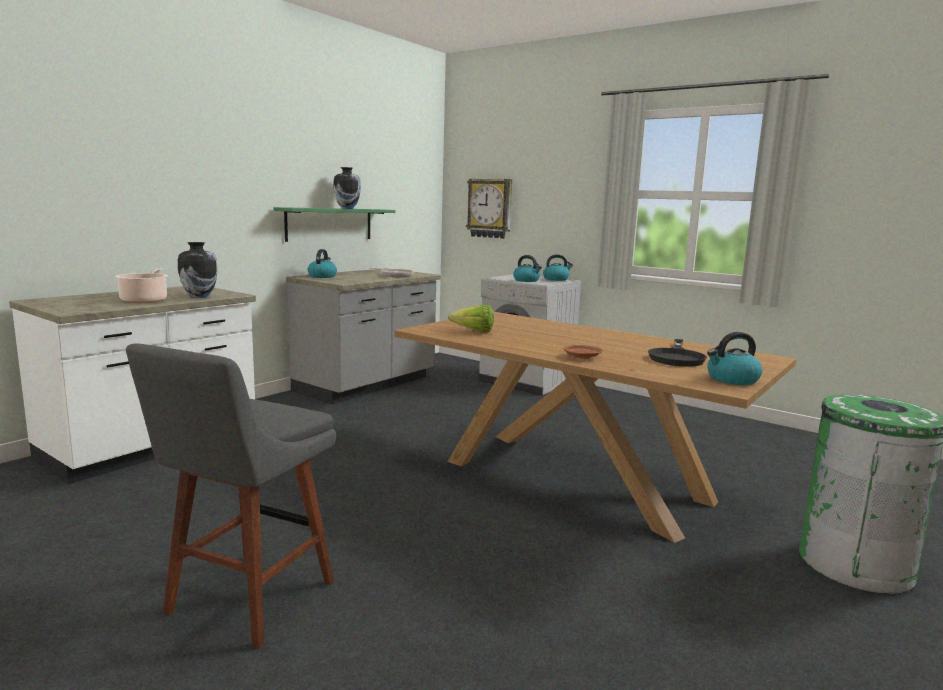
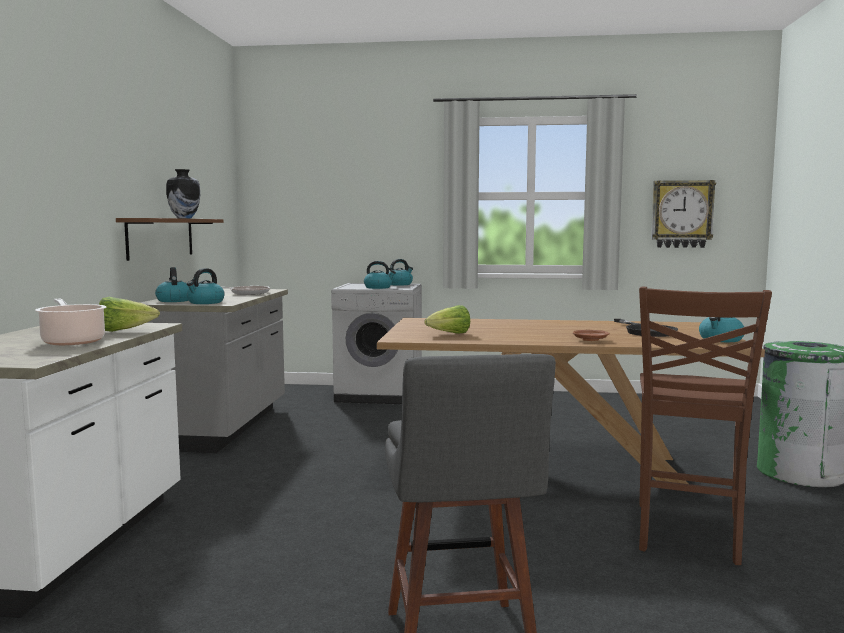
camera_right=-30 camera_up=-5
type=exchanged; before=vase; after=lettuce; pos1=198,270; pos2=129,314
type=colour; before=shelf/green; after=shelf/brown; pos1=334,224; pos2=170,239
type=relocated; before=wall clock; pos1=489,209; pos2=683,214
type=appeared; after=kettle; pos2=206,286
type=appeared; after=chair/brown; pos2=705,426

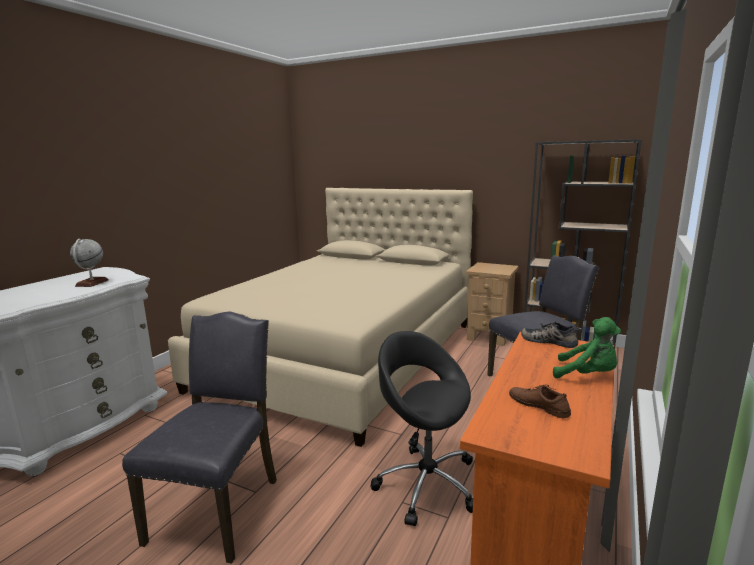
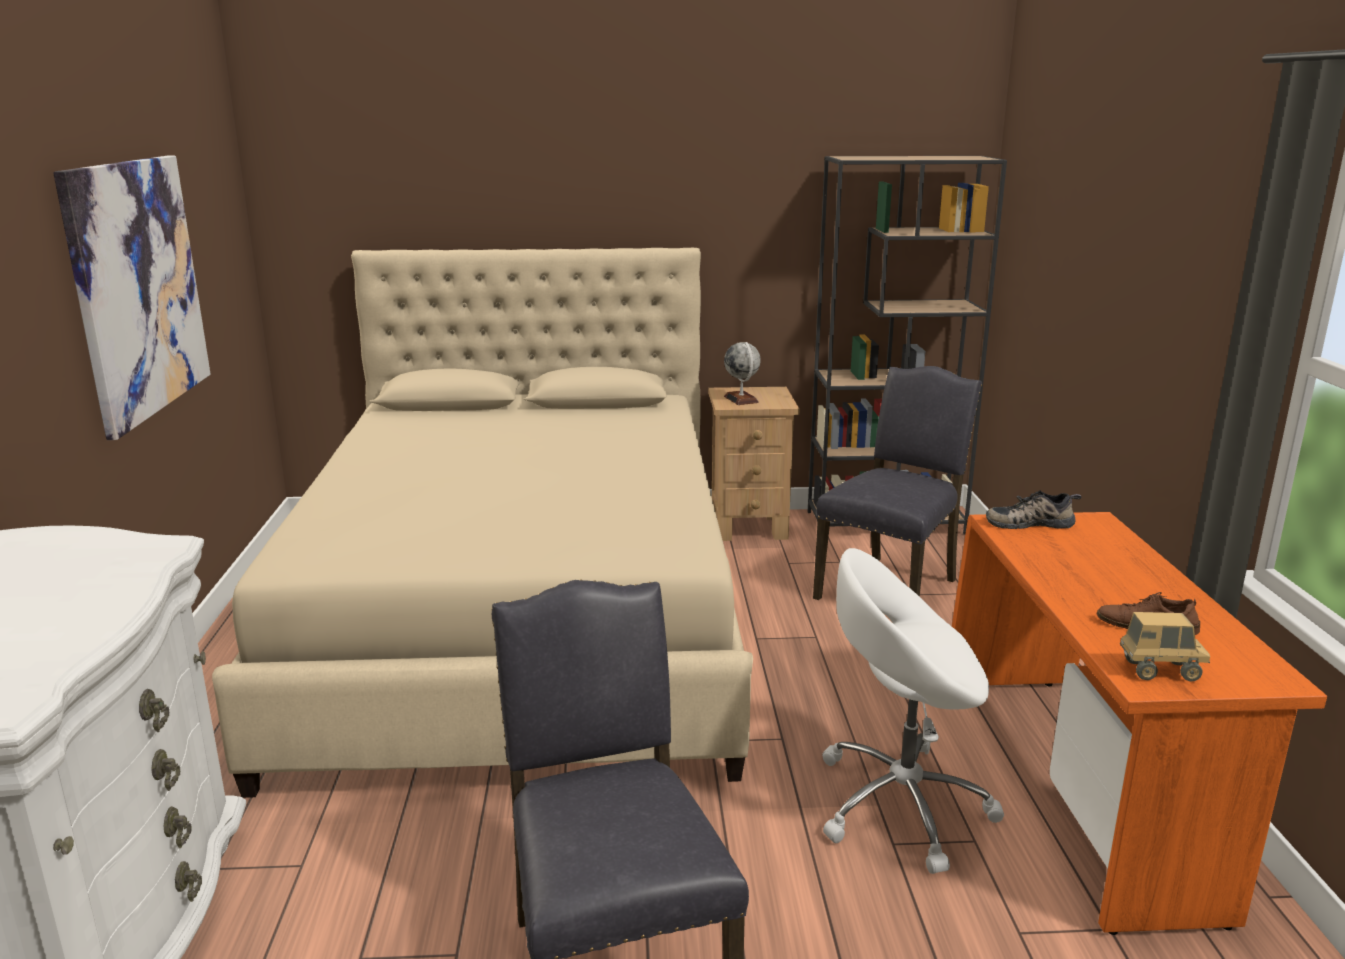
camera_right=-30 camera_up=5
type=relocated; before=globe; pos1=89,263; pos2=742,373
type=colour; before=office chair/black; after=office chair/white; pos1=422,428; pos2=913,711
type=missing; before=plush toy/green; pos1=587,347
type=appeared; after=picture; pos2=132,298
type=appeared; after=toy truck; pos2=1165,646

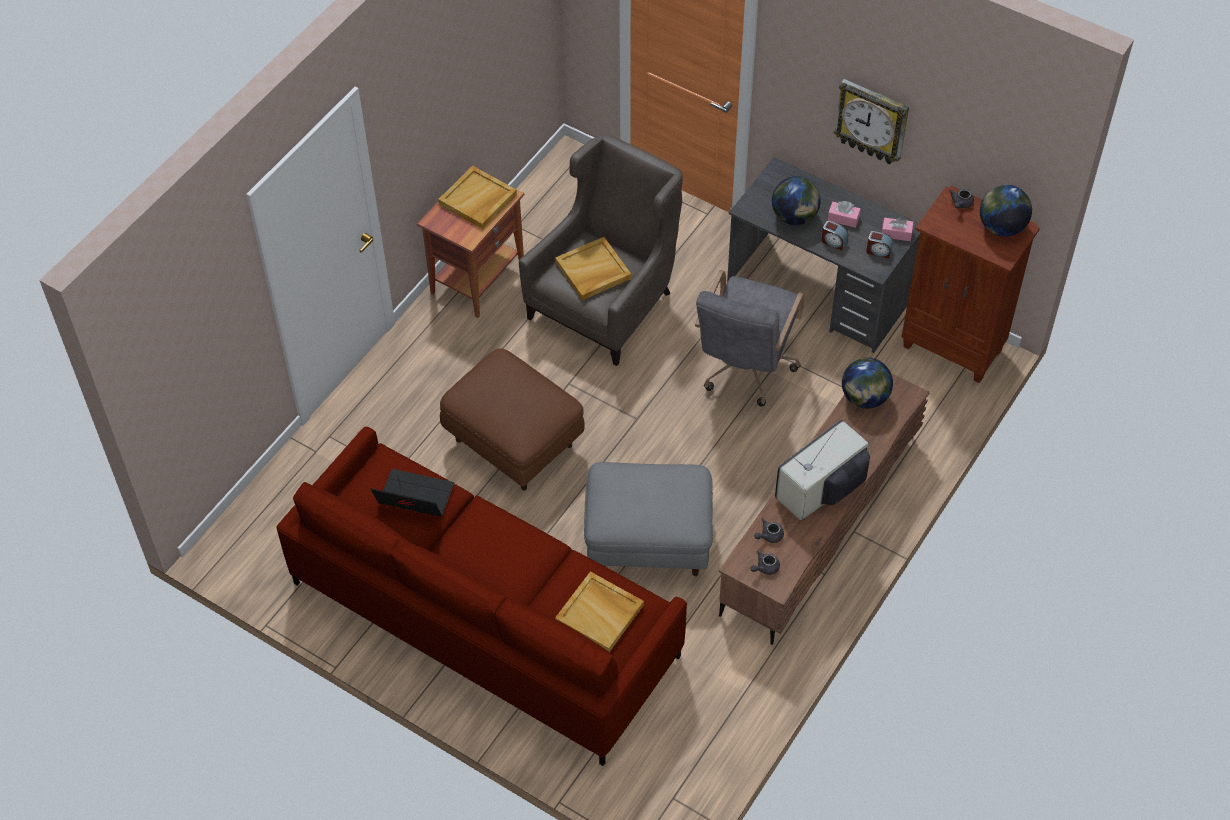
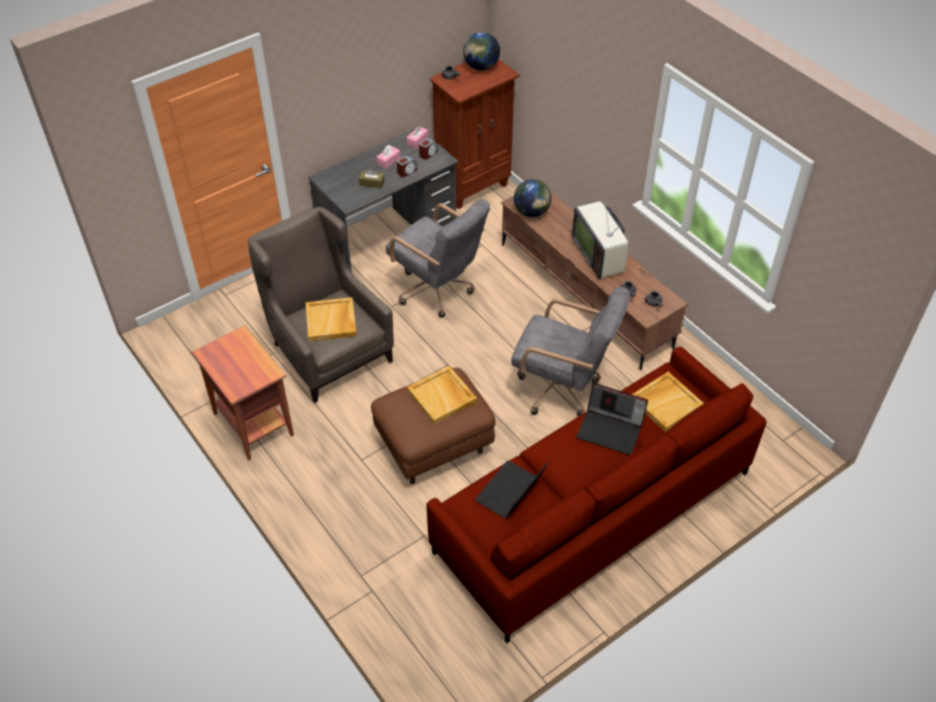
camera_right=-70 camera_up=-5
type=relocated; before=tray/beige; pos1=477,197; pos2=442,395
type=exchanged; before=ottoman/grey; after=office chair/grey; pos1=648,519; pos2=570,352
type=exchanged; before=globe; after=tissue box/brown; pos1=796,200; pos2=372,179
type=missing; before=wall clock; pos1=871,121
type=appeared; after=laptop; pos2=612,419

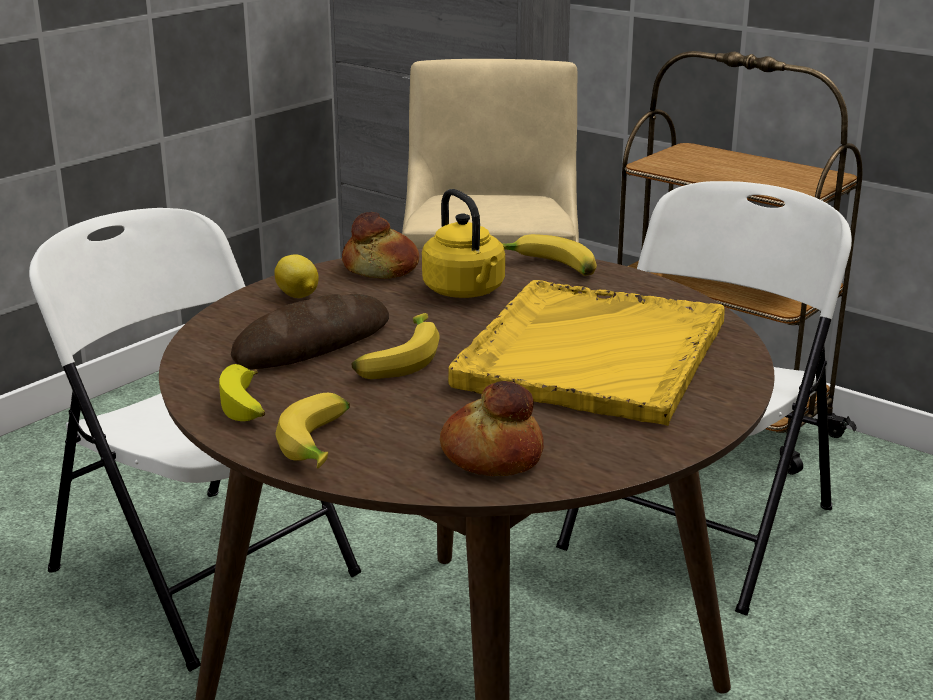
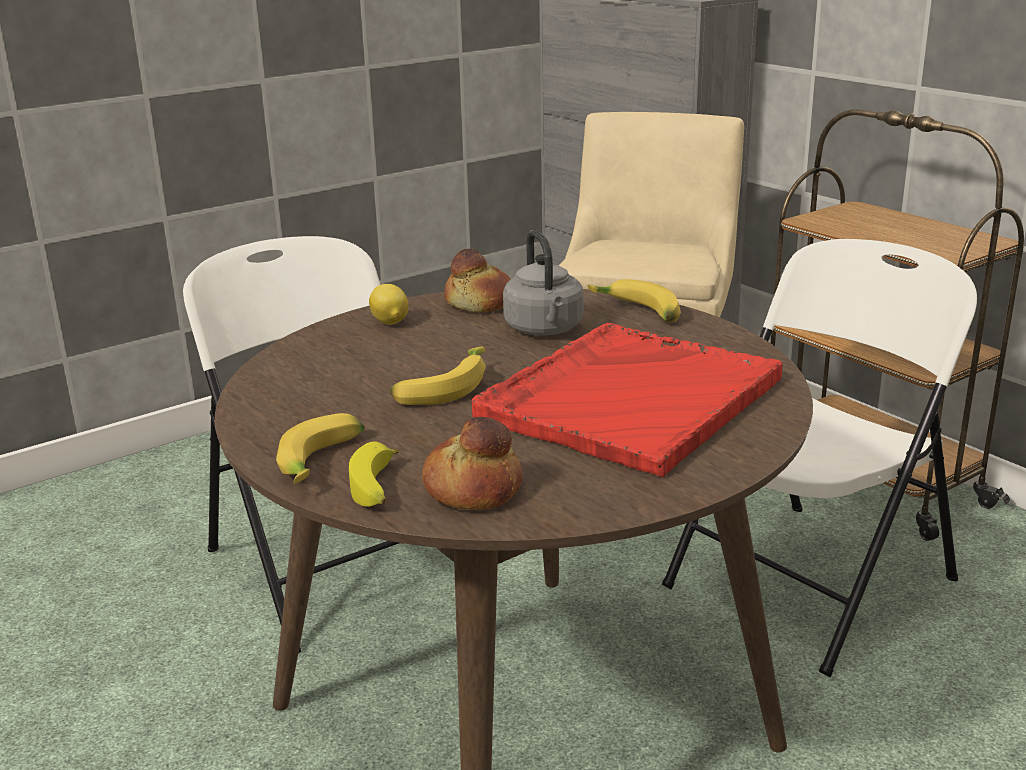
camera_right=15 camera_up=0
type=relocated; before=banana; pos1=242,392; pos2=374,474
type=missing; before=bread; pos1=310,331
type=colour; before=kettle/yellow; after=kettle/grey; pos1=463,243; pos2=543,283
type=colour; before=tray/yellow; after=tray/red; pos1=586,353; pos2=627,400

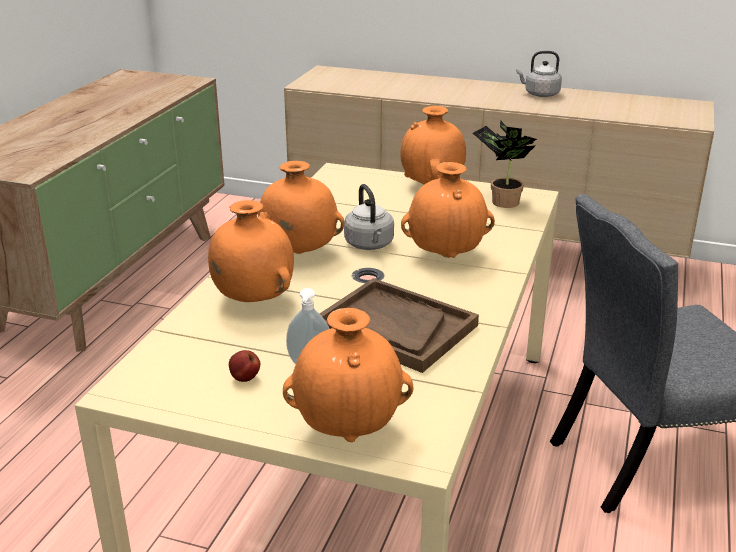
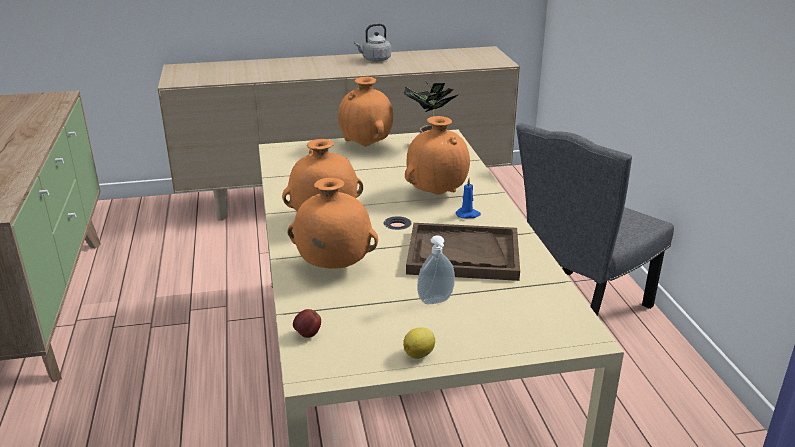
camera_right=-30 camera_up=0
type=relocated; before=apple; pos1=244,366; pos2=307,323
type=missing; before=vase/orange; pos1=348,375
type=missing; before=kettle/grey; pos1=369,217
type=appeared; after=lemon; pos2=419,343
type=appeared; after=candle/blue; pos2=468,199

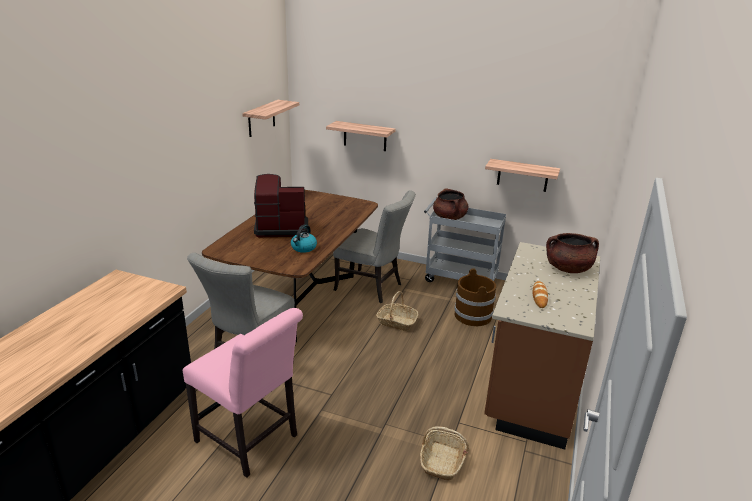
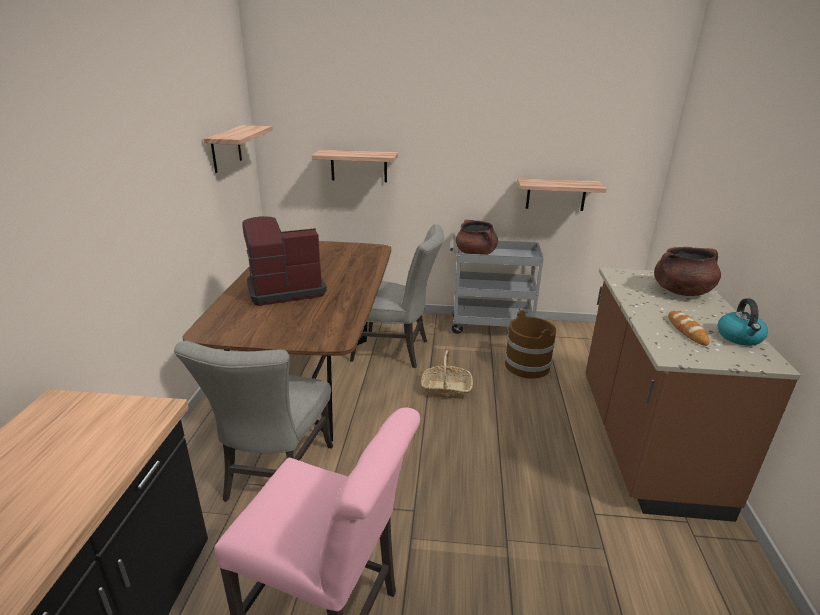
camera_right=-15 camera_up=0
type=relocated; before=kettle; pos1=304,238; pos2=743,322
type=missing; before=basket; pos1=444,453

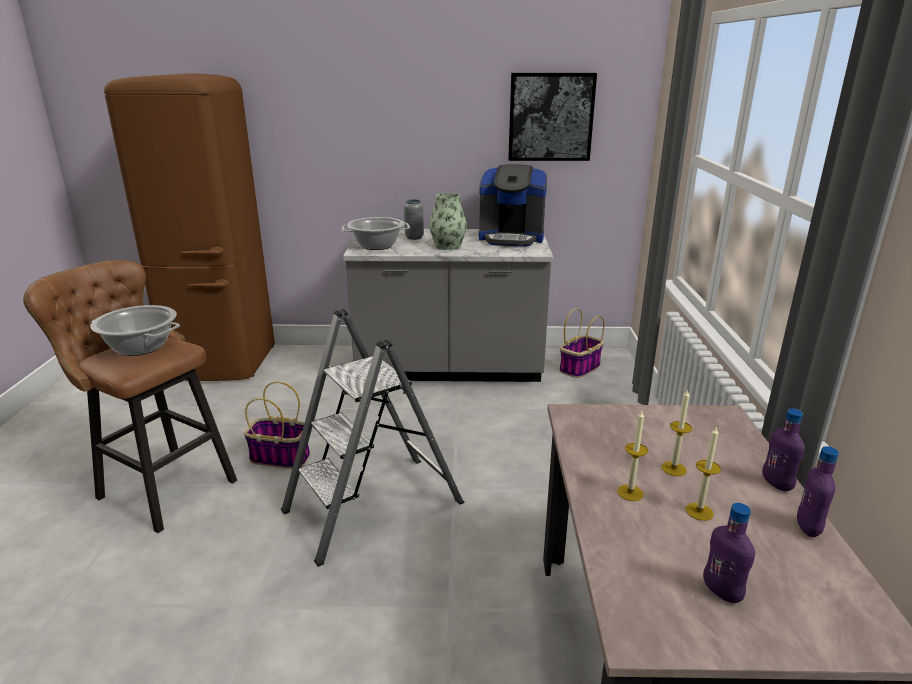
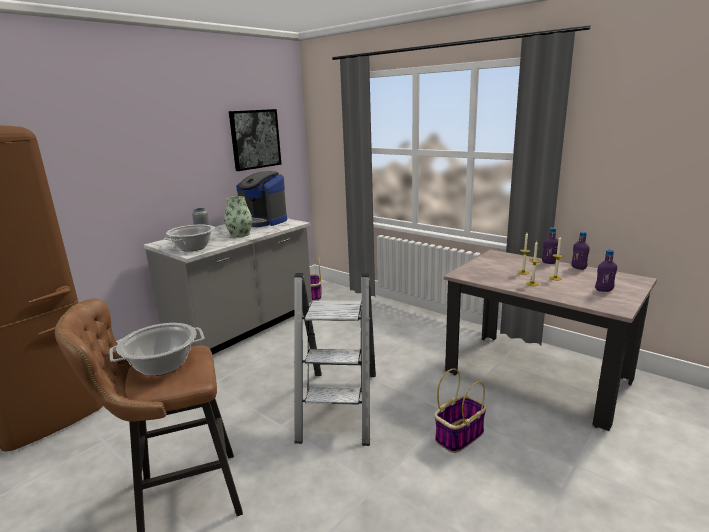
camera_right=-50 camera_up=-5
type=relocated; before=basket; pos1=277,425; pos2=461,411
type=spun; before=coffee machine; pos1=513,205; pos2=261,199; turn=75

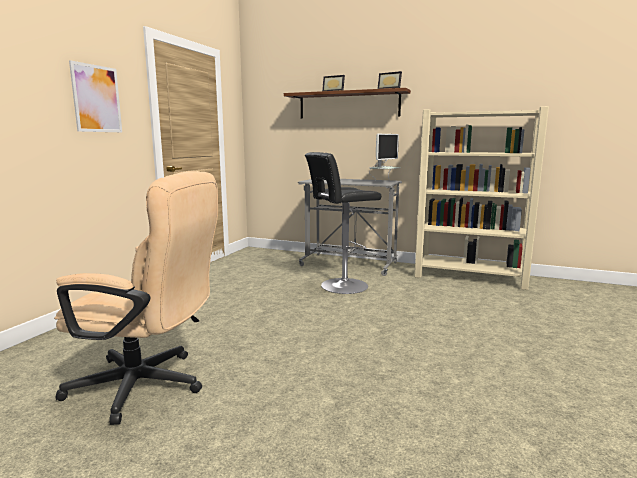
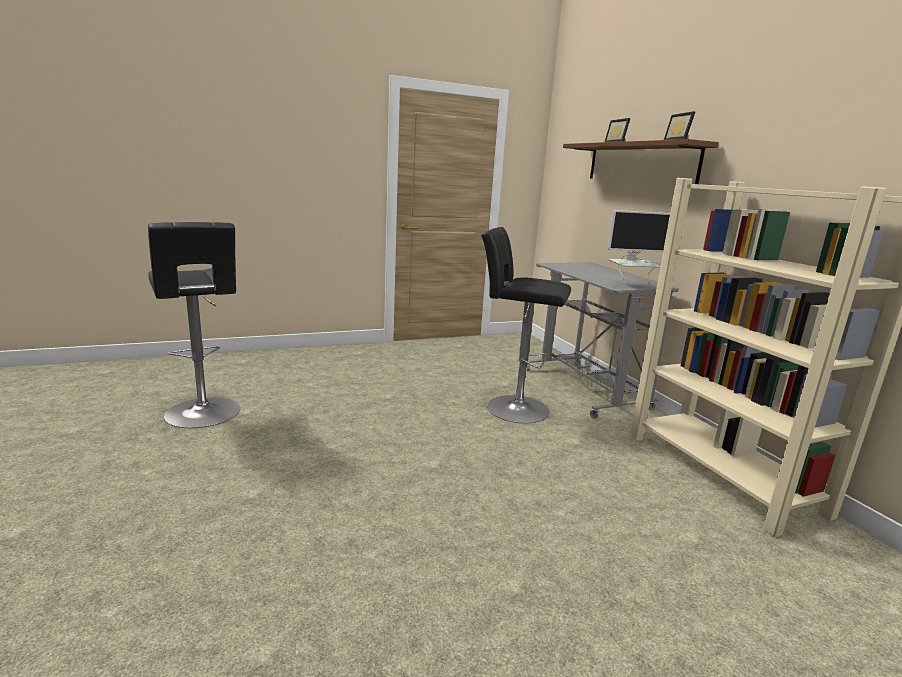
camera_right=45 camera_up=5
type=exchanged; before=office chair/beige; after=stool/black; pos1=136,298; pos2=194,325
type=missing; before=picture; pos1=95,96

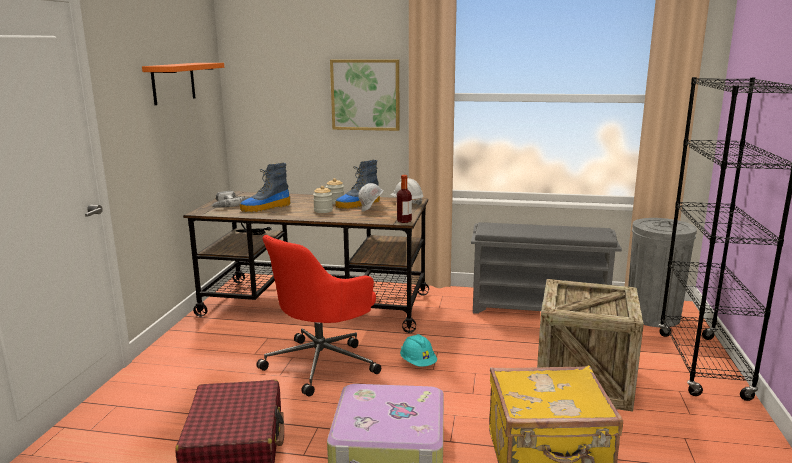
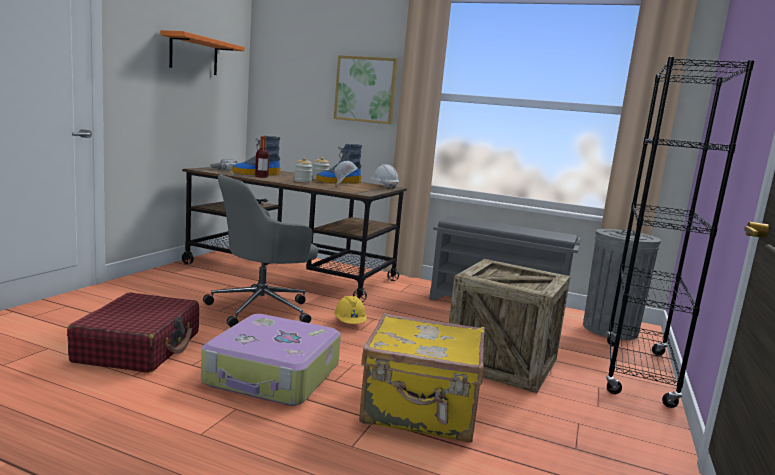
camera_right=10 camera_up=-5
type=colour; before=office chair/red; after=office chair/grey; pos1=318,316; pos2=260,250
type=relocated; before=bottle; pos1=404,199; pos2=262,157
type=colour; before=hard hat/turquoise; after=hard hat/yellow; pos1=418,350; pos2=350,310

